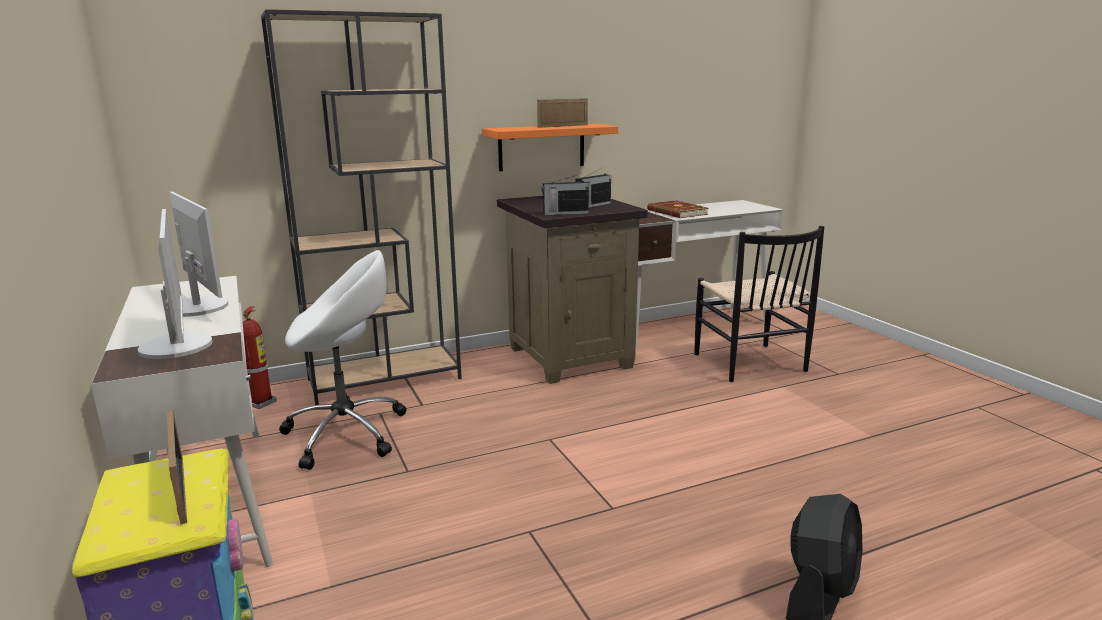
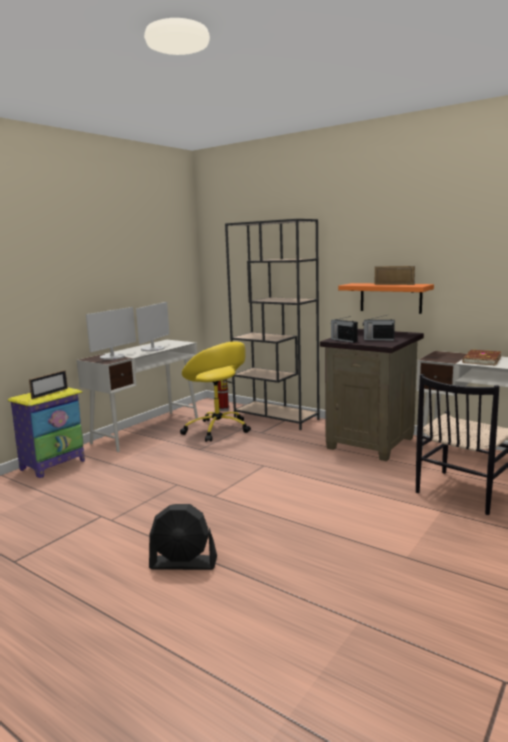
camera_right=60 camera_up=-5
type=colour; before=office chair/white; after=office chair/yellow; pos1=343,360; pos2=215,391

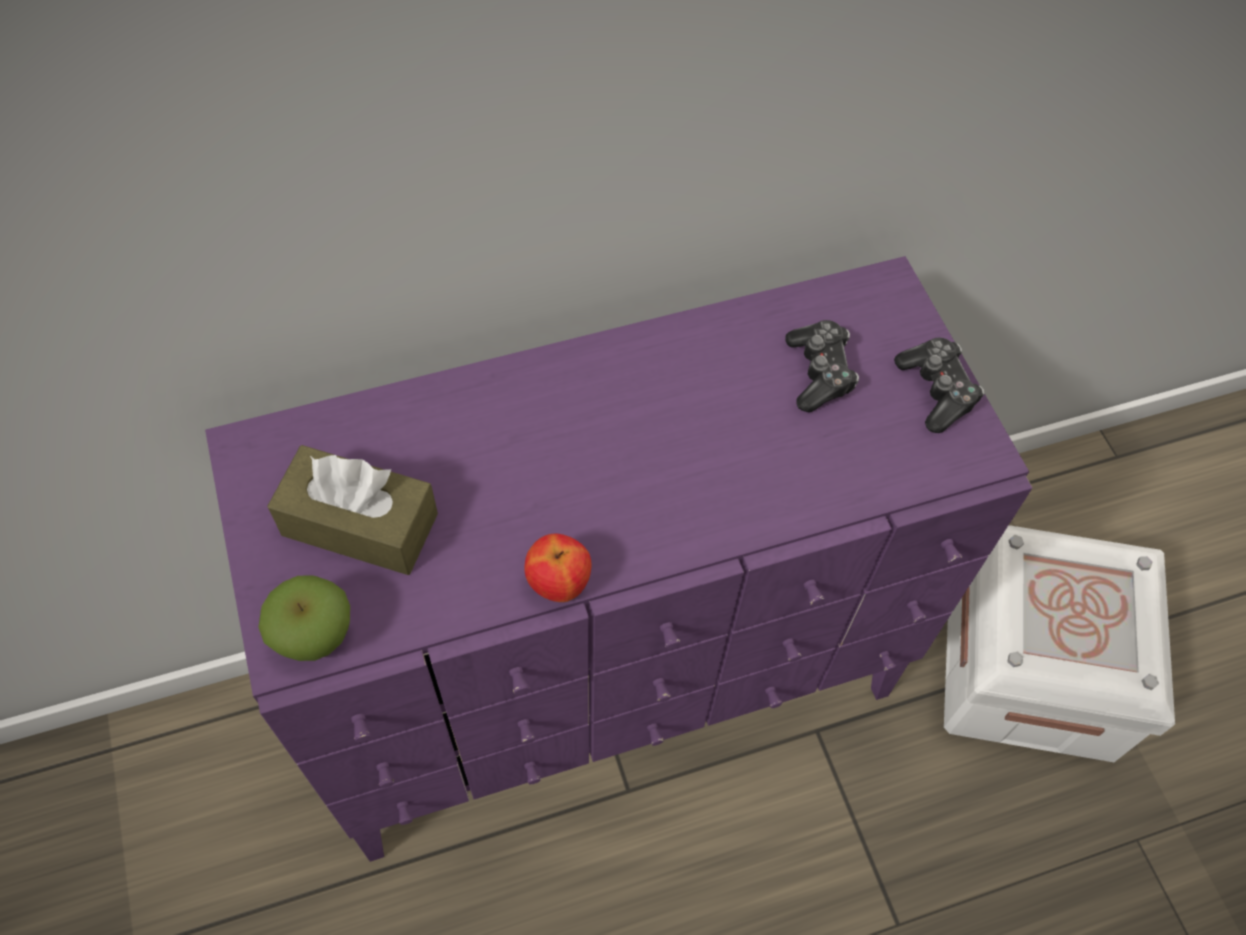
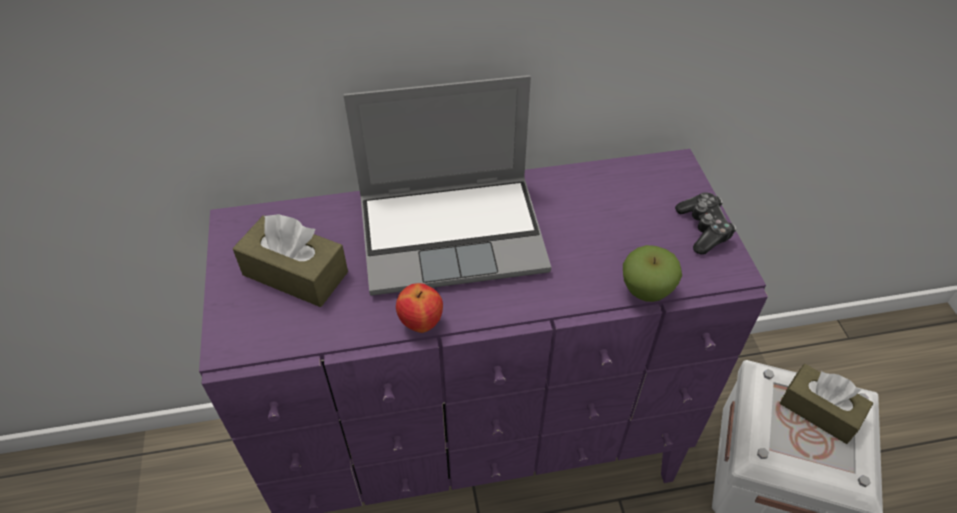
camera_right=10 camera_up=-10
type=relocated; before=apple; pos1=304,618; pos2=652,273
type=missing; before=game controller; pos1=822,366
type=appeared; after=laptop; pos2=447,185
type=appeared; after=tissue box/brown; pos2=826,404

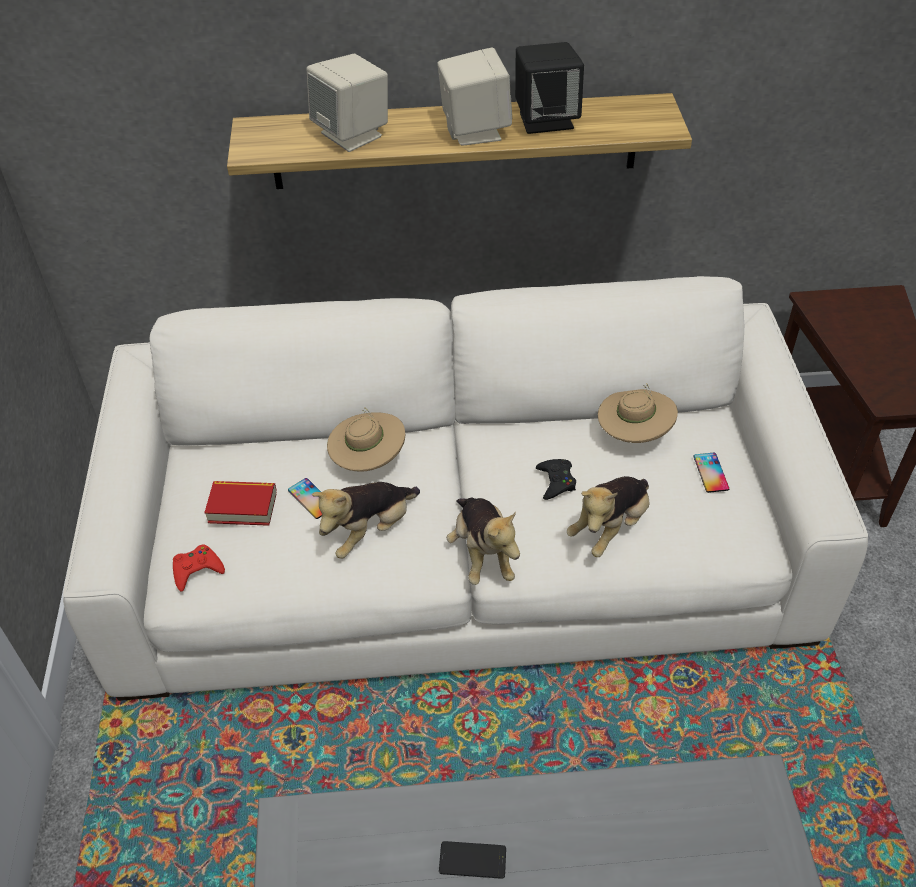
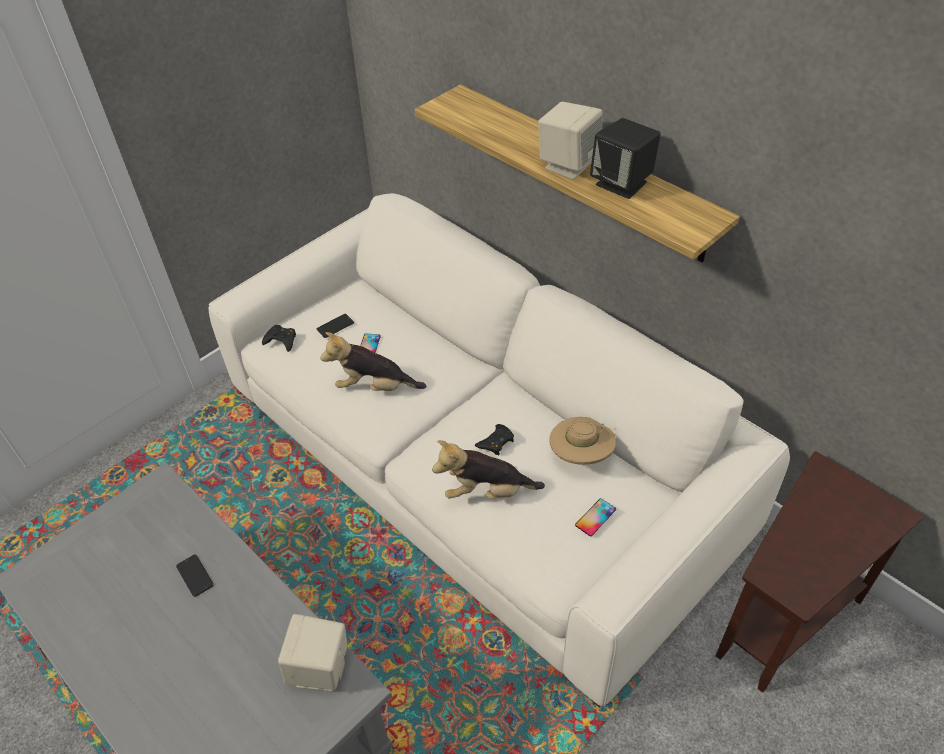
camera_right=50 camera_up=0
type=colour; before=game controller/red; after=game controller/black; pos1=199,568; pos2=279,338
type=exchanged; before=book; after=phone; pos1=240,503; pos2=335,326
type=relocated; before=speaker/beige; pos1=347,103; pos2=312,652
type=missing; before=hat/beige; pos1=366,440
type=missing; before=plush toy; pos1=483,541

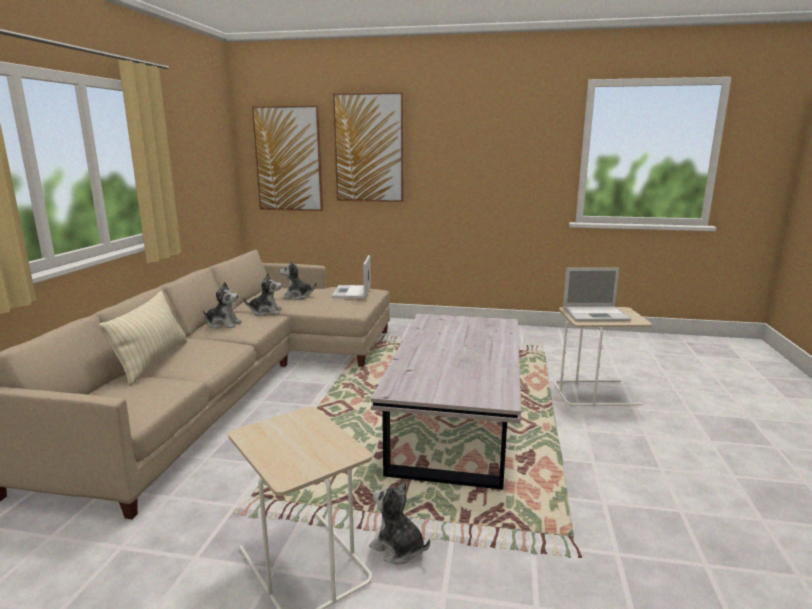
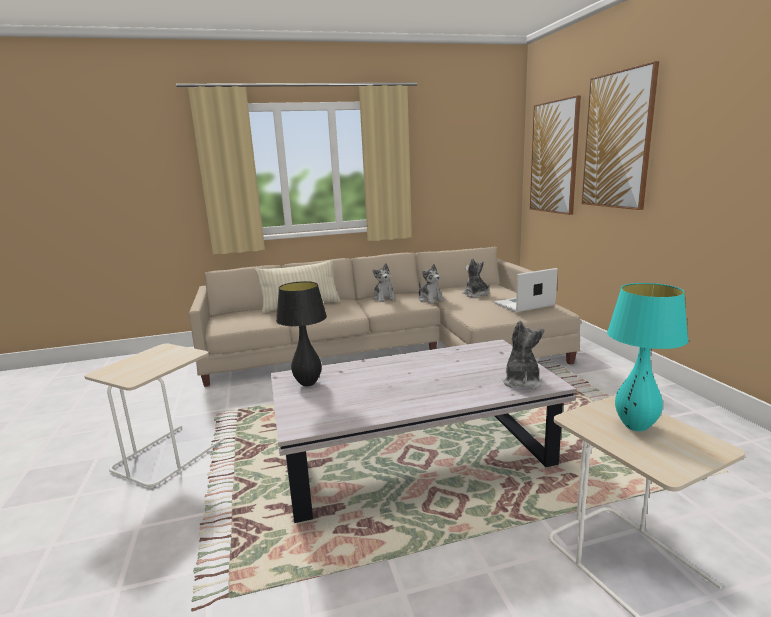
camera_right=65 camera_up=0
type=relocated; before=plush toy; pos1=399,522; pos2=523,354
type=exchanged; before=laptop; after=table lamp/turquoise; pos1=597,294; pos2=647,357
type=appeared; after=table lamp/black; pos2=301,333

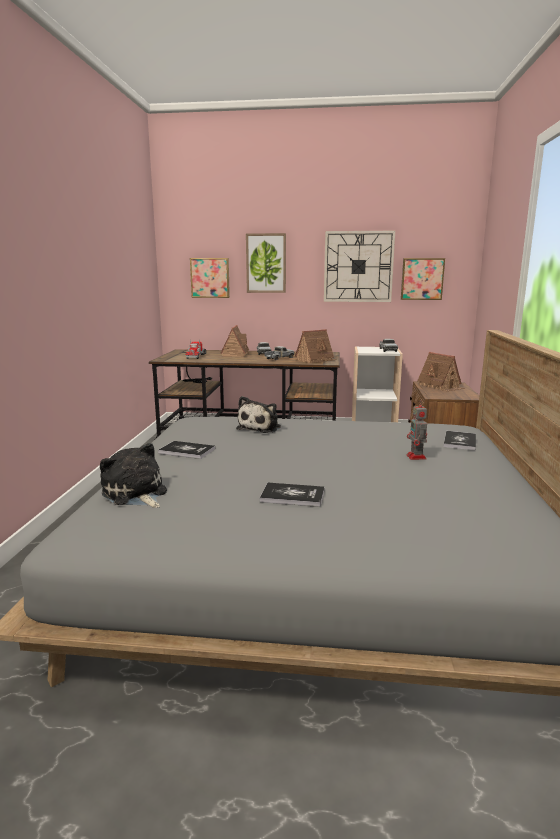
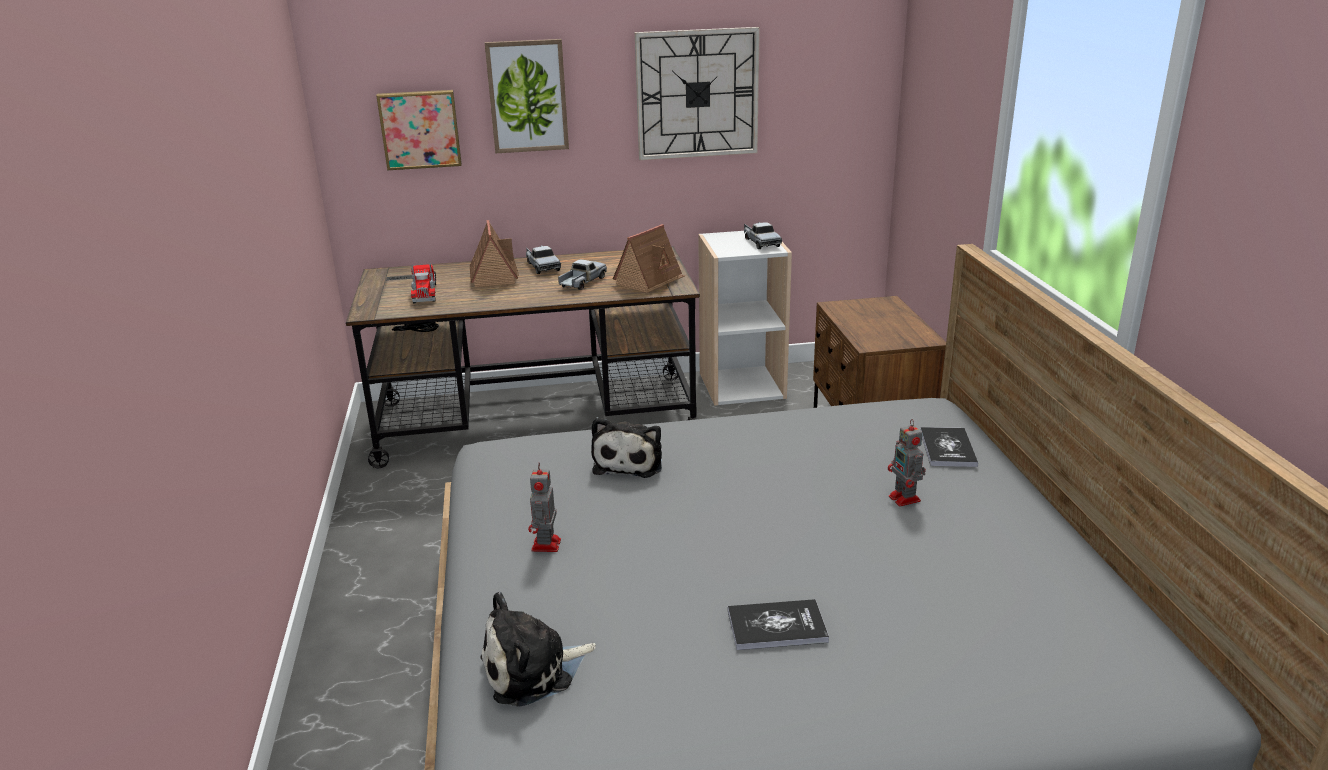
camera_right=-15 camera_up=10
type=spun; before=plush toy; pos1=133,475; pos2=538,649; turn=-60
type=exchanged; before=book; after=toy robot; pos1=186,450; pos2=544,507
type=missing; before=picture; pos1=423,279
type=missing; before=toy house; pos1=441,371

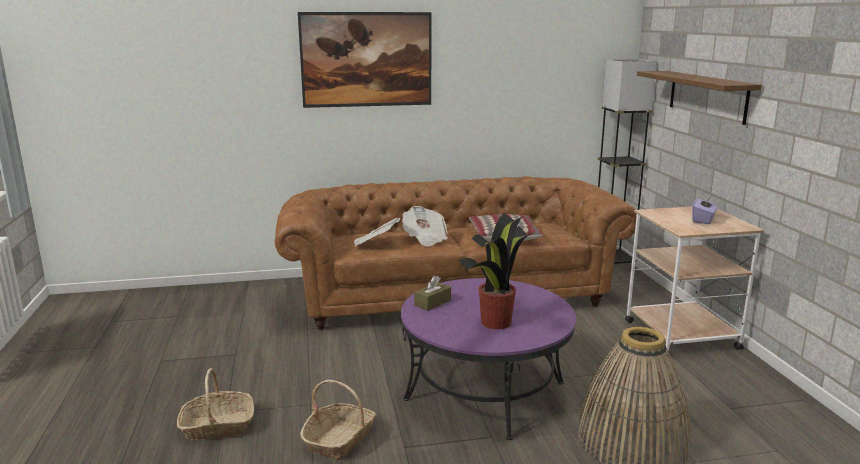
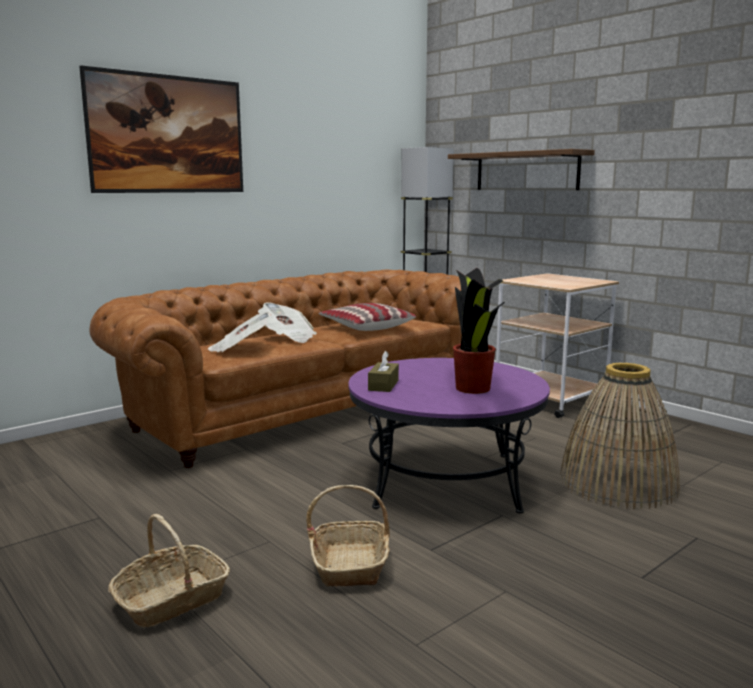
camera_right=-30 camera_up=-5
type=missing; before=tissue box/purple; pos1=705,209

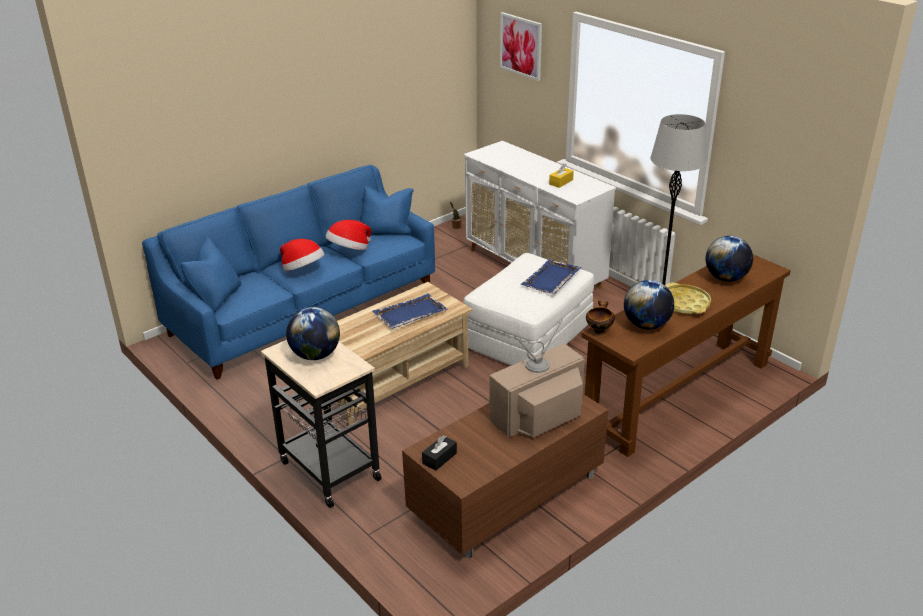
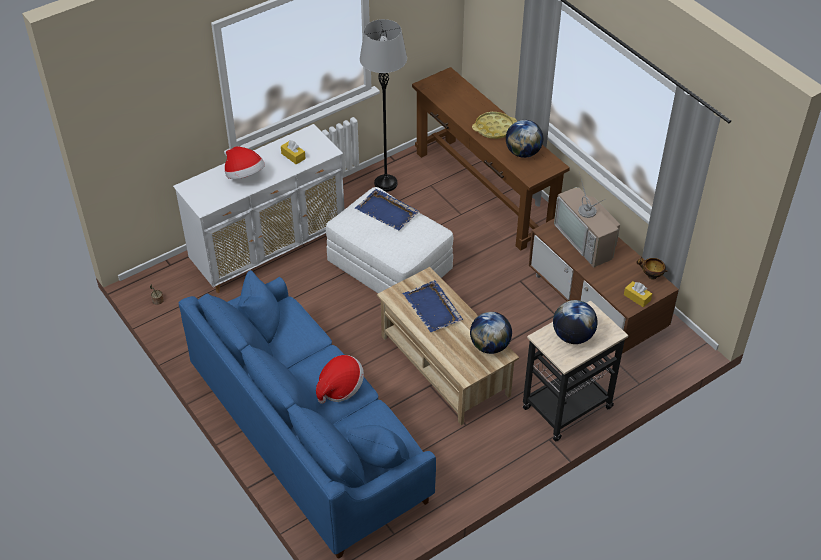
camera_right=-85 camera_up=15
type=relocated; before=hat; pos1=348,235; pos2=245,162
type=colour; before=tissue box/black; after=tissue box/yellow; pos1=439,453; pos2=638,294
type=missing; before=picture; pos1=521,46
type=relocated; before=bowl; pos1=600,317; pos2=652,268
type=relocated; before=globe; pos1=729,259; pos2=491,333

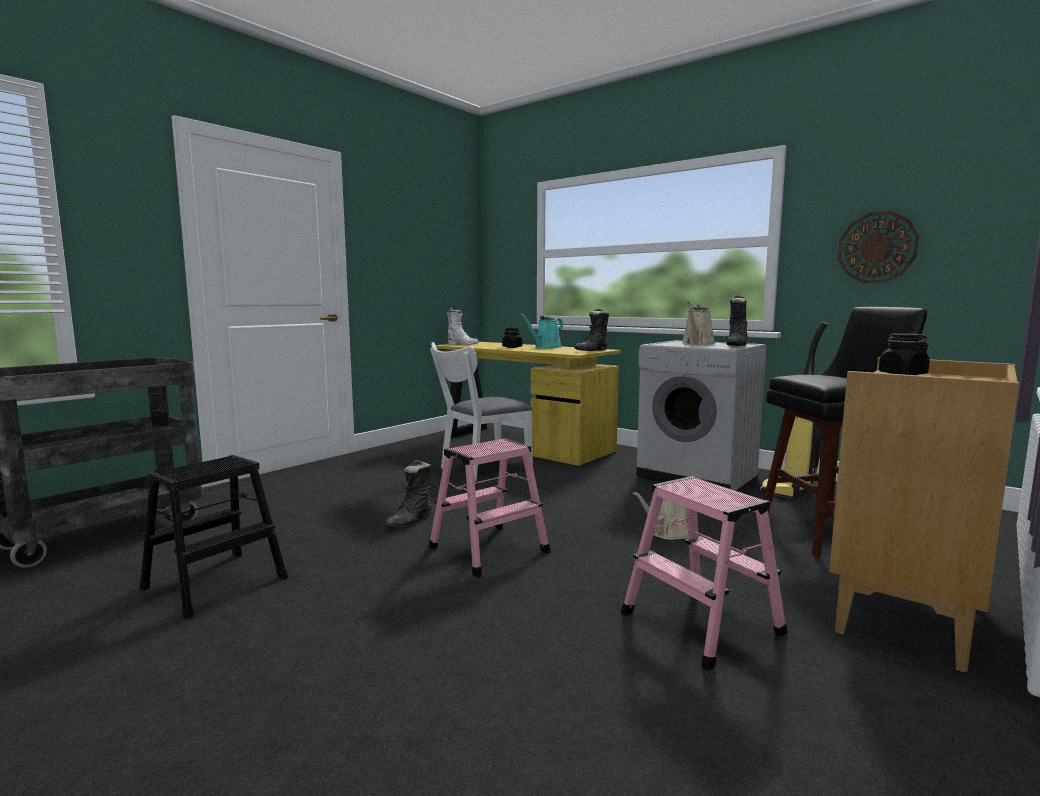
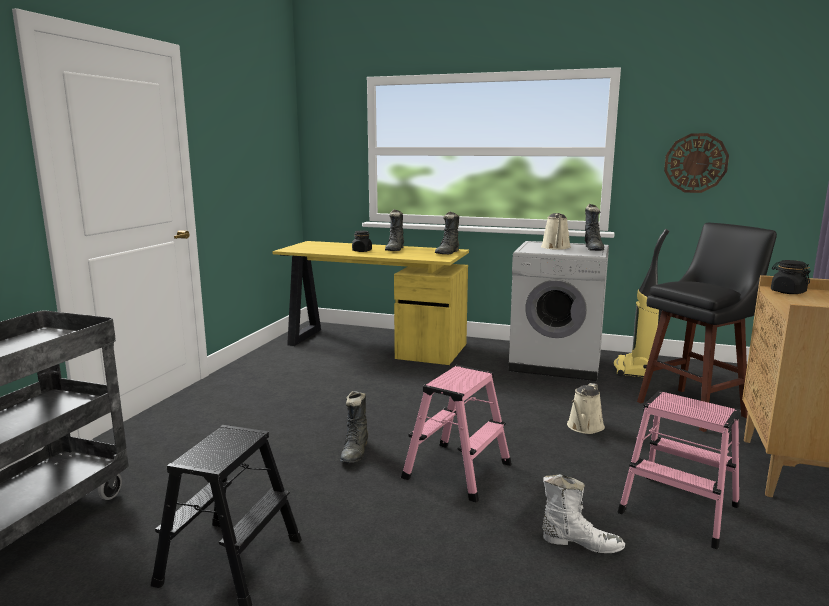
camera_right=-20 camera_up=5
type=missing; before=chair/white; pos1=481,411
type=relocated; before=boot/white; pos1=462,326; pos2=583,513
type=exchanged; before=watering can/turquoise; after=boot/black; pos1=541,331; pos2=394,230

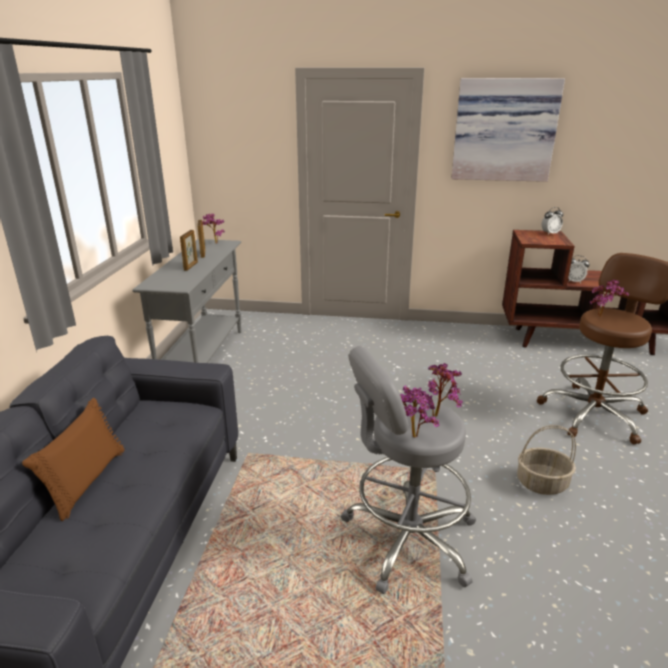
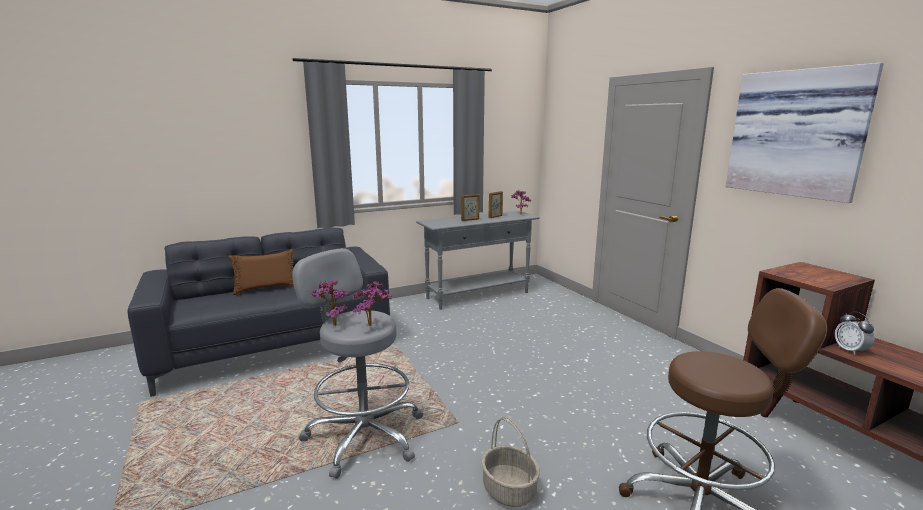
camera_right=55 camera_up=-10
type=missing; before=alarm clock; pos1=552,221
type=missing; before=potted plant; pos1=609,298

